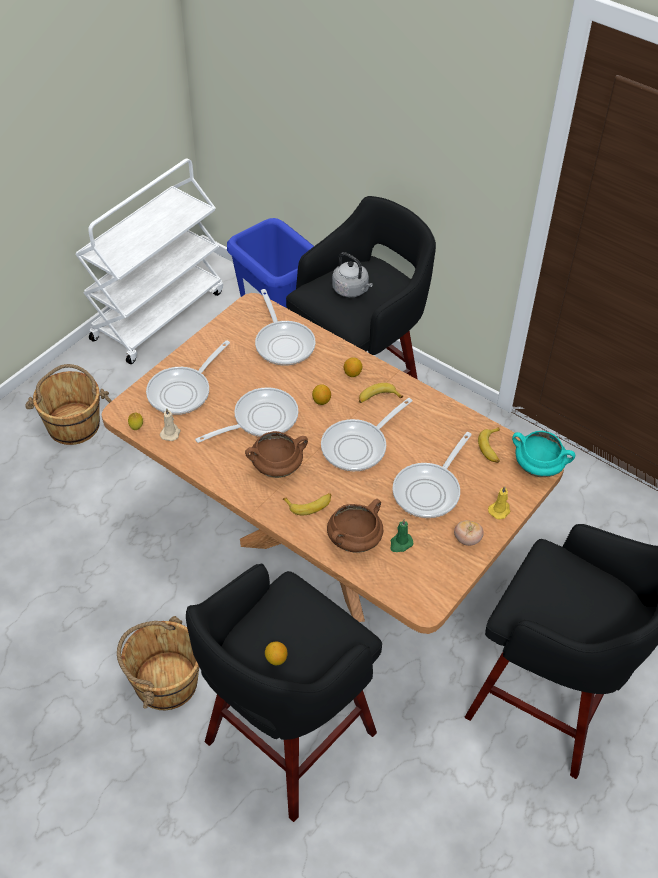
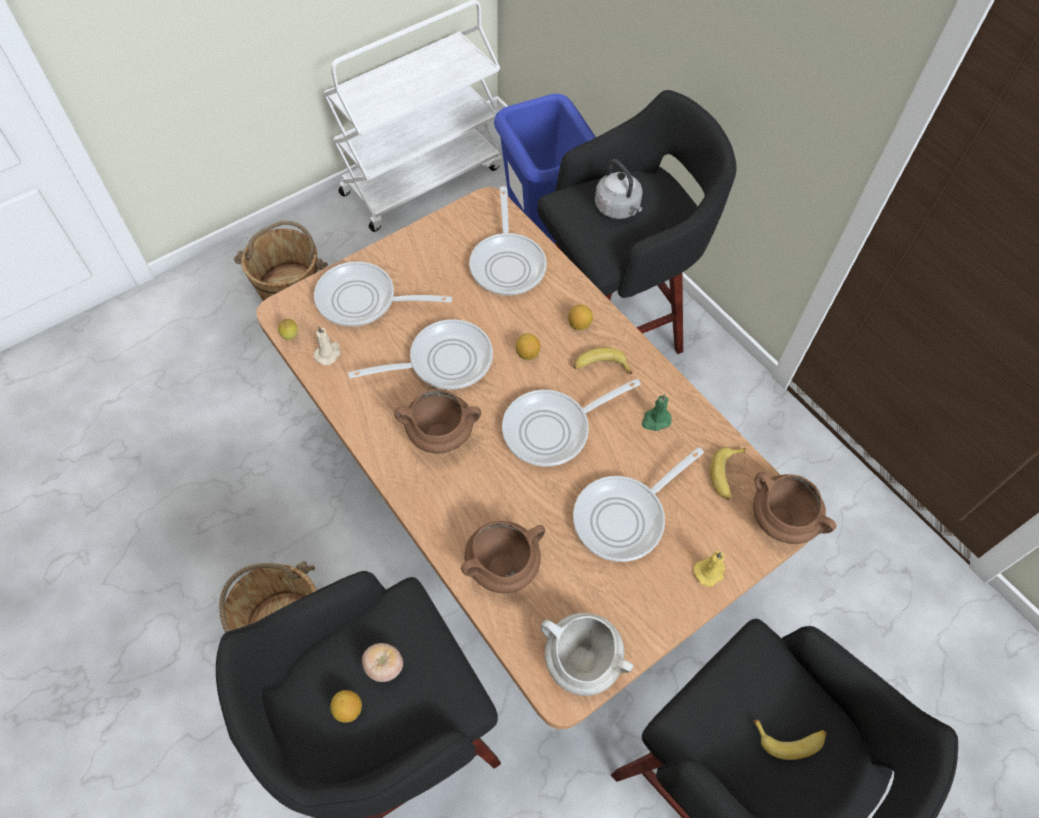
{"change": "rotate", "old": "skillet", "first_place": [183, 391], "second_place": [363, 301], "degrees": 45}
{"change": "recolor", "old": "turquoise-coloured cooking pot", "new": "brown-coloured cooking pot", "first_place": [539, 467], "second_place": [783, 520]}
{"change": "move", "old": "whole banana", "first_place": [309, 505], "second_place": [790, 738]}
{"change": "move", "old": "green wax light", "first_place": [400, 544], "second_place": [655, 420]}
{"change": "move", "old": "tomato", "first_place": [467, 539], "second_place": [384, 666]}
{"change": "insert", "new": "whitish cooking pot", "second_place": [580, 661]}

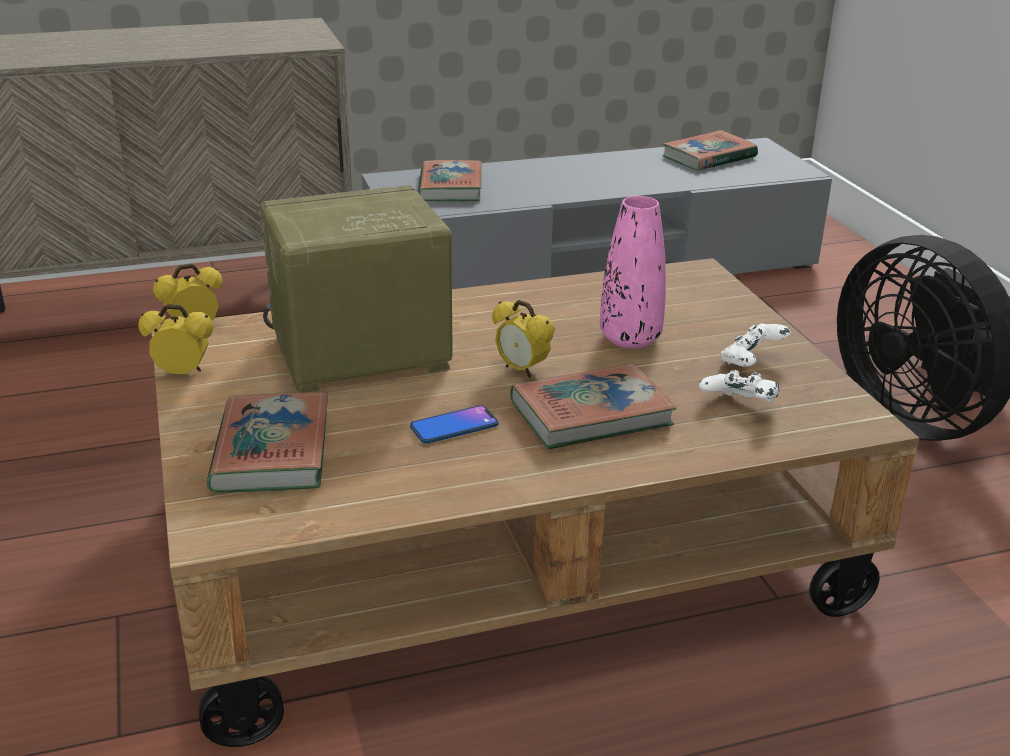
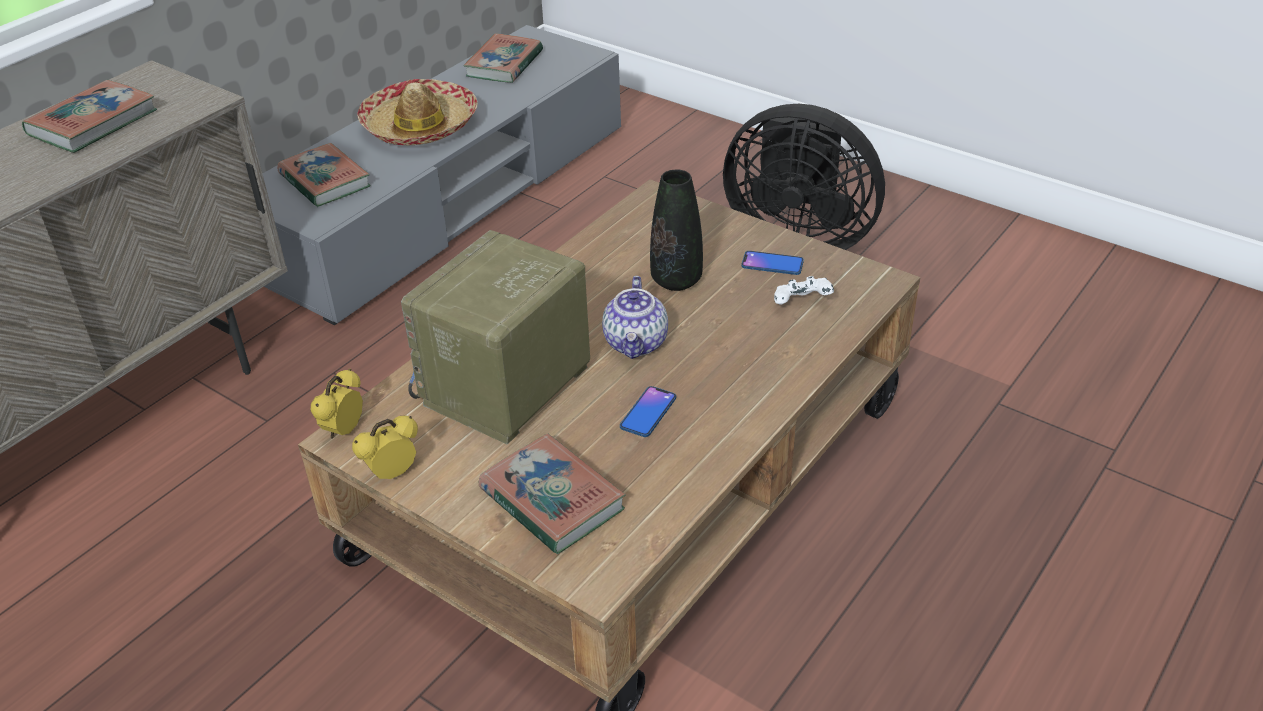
{"change": "recolor", "old": "pink-coloured flower vase", "new": "black-coloured flower vase", "first_place": [630, 339], "second_place": [676, 280]}
{"change": "replace", "old": "bedside clock", "new": "pot for tea", "first_place": [522, 370], "second_place": [637, 343]}
{"change": "replace", "old": "whitish gamepad", "new": "phone", "first_place": [751, 362], "second_place": [772, 264]}
{"change": "move", "old": "book", "first_place": [591, 414], "second_place": [93, 123]}
{"change": "insert", "new": "wearable hat", "second_place": [420, 126]}

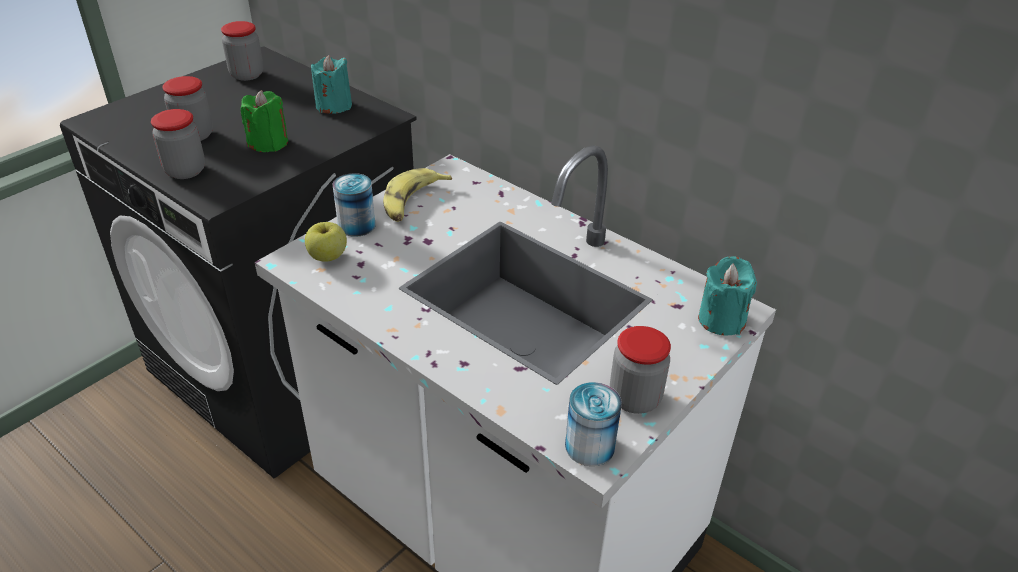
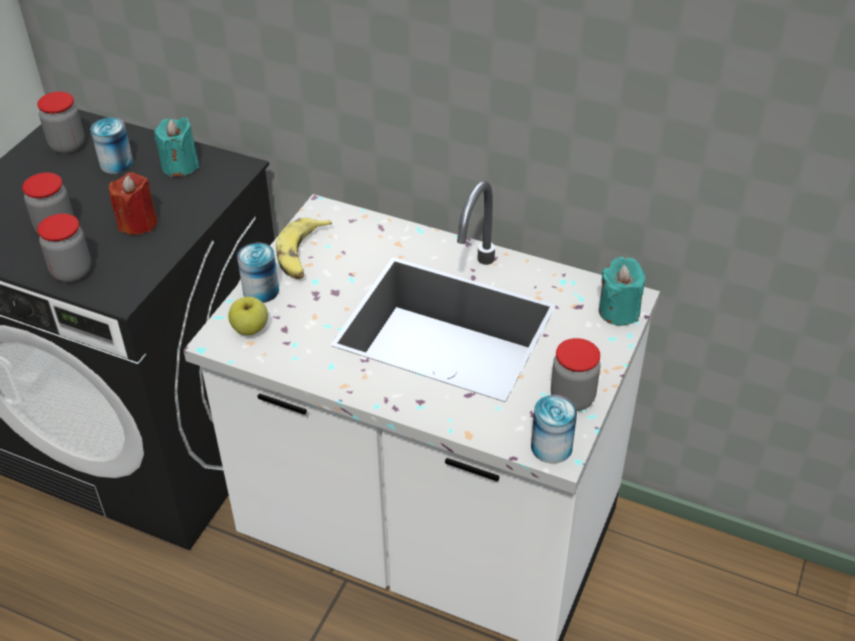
{"change": "recolor", "old": "green wax light", "new": "red-coloured wax light", "first_place": [268, 143], "second_place": [138, 223]}
{"change": "insert", "new": "can", "second_place": [116, 163]}

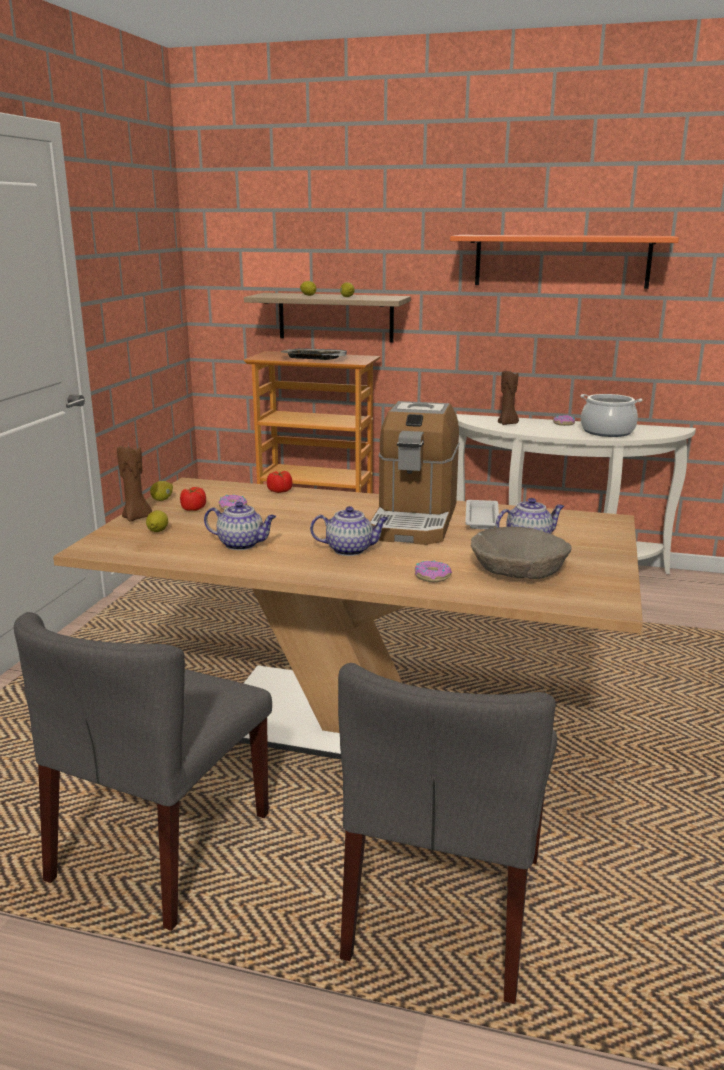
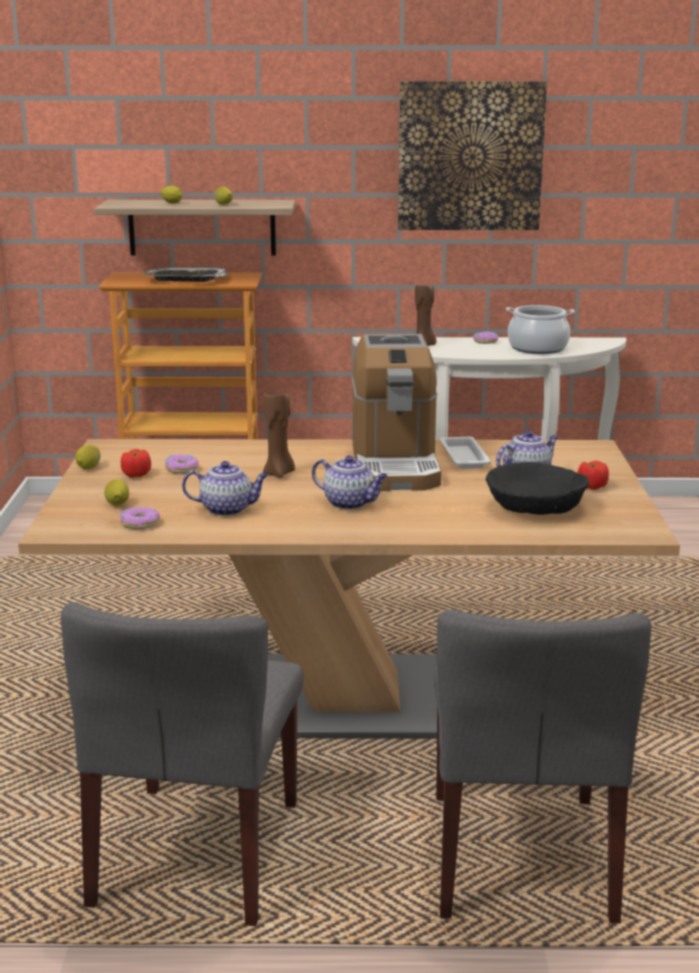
{"change": "replace", "old": "orangey shelf", "new": "wall art", "first_place": [561, 261], "second_place": [470, 156]}
{"change": "move", "old": "brown-coloured wax light", "first_place": [137, 518], "second_place": [279, 473]}
{"change": "move", "old": "tomato", "first_place": [279, 491], "second_place": [591, 487]}
{"change": "rotate", "old": "pot for tea", "first_place": [350, 550], "second_place": [350, 503], "degrees": 45}
{"change": "recolor", "old": "beige-coloured serving bowl", "new": "black-coloured serving bowl", "first_place": [518, 570], "second_place": [535, 507]}
{"change": "move", "old": "ring doughnut", "first_place": [432, 576], "second_place": [139, 523]}

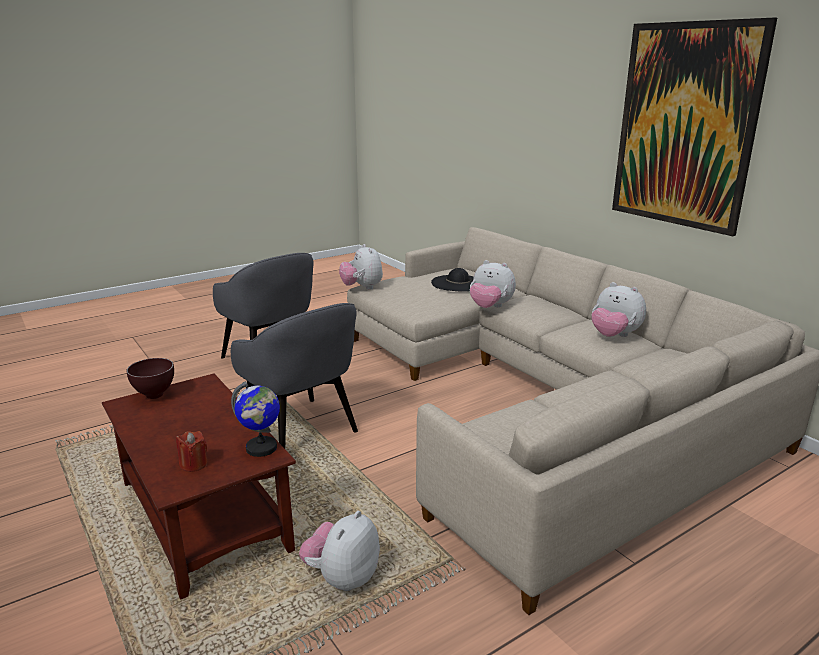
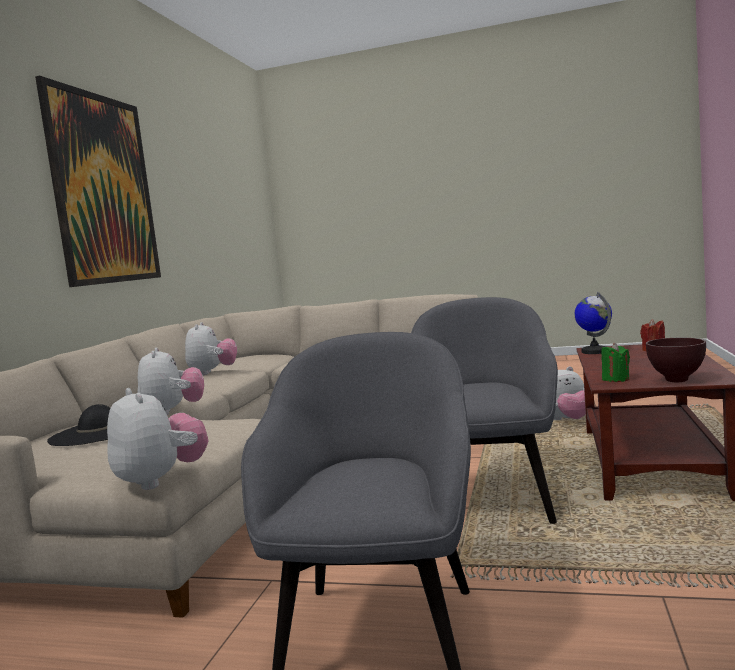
{"change": "rotate", "old": "plush toy", "first_place": [362, 288], "second_place": [161, 480], "degrees": -60}
{"change": "insert", "new": "green wax light", "second_place": [615, 379]}

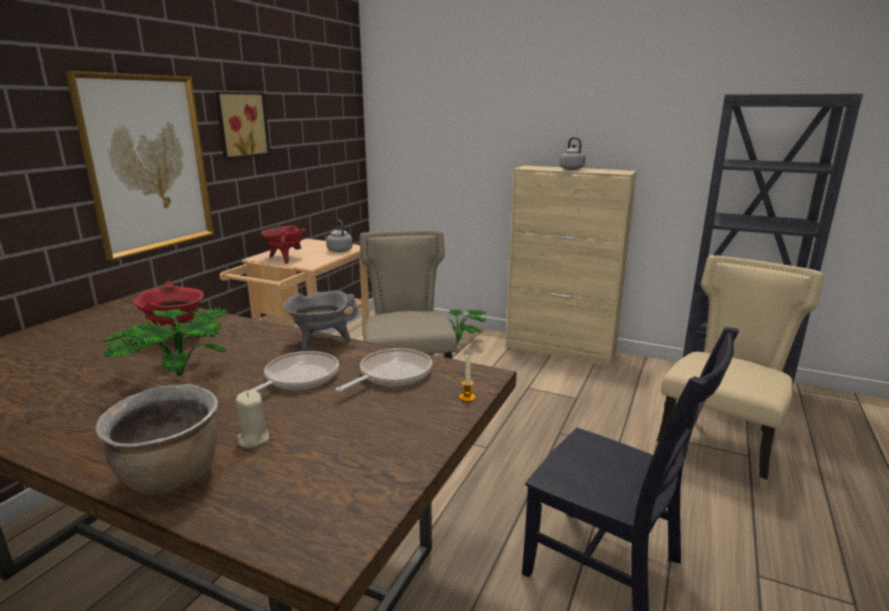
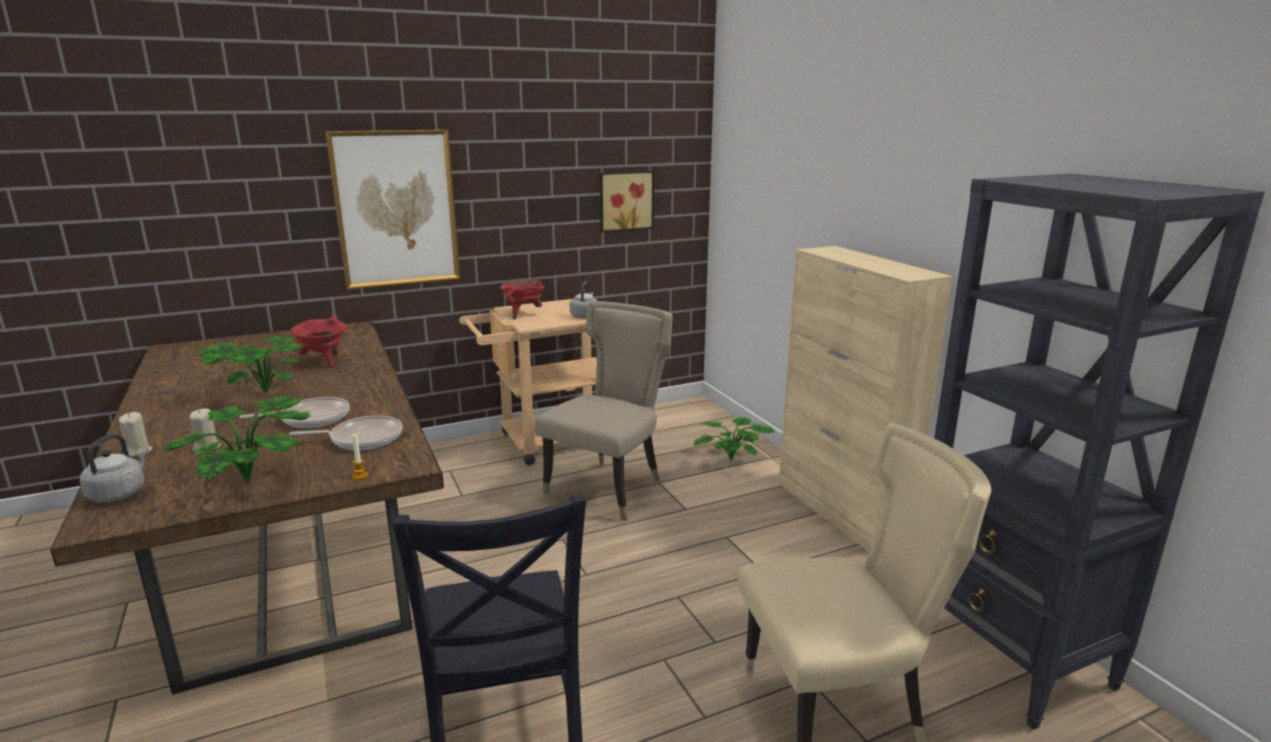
{"change": "move", "old": "wall art", "first_place": [240, 124], "second_place": [625, 201]}
{"change": "move", "old": "gray water kettle", "first_place": [570, 169], "second_place": [120, 493]}
{"change": "delete", "old": "gray cooking pot", "first_place": [321, 342]}
{"change": "replace", "old": "brown-coloured cooking pot", "new": "beige-coloured wax light", "first_place": [172, 478], "second_place": [138, 452]}
{"change": "insert", "new": "houseplant", "second_place": [255, 482]}

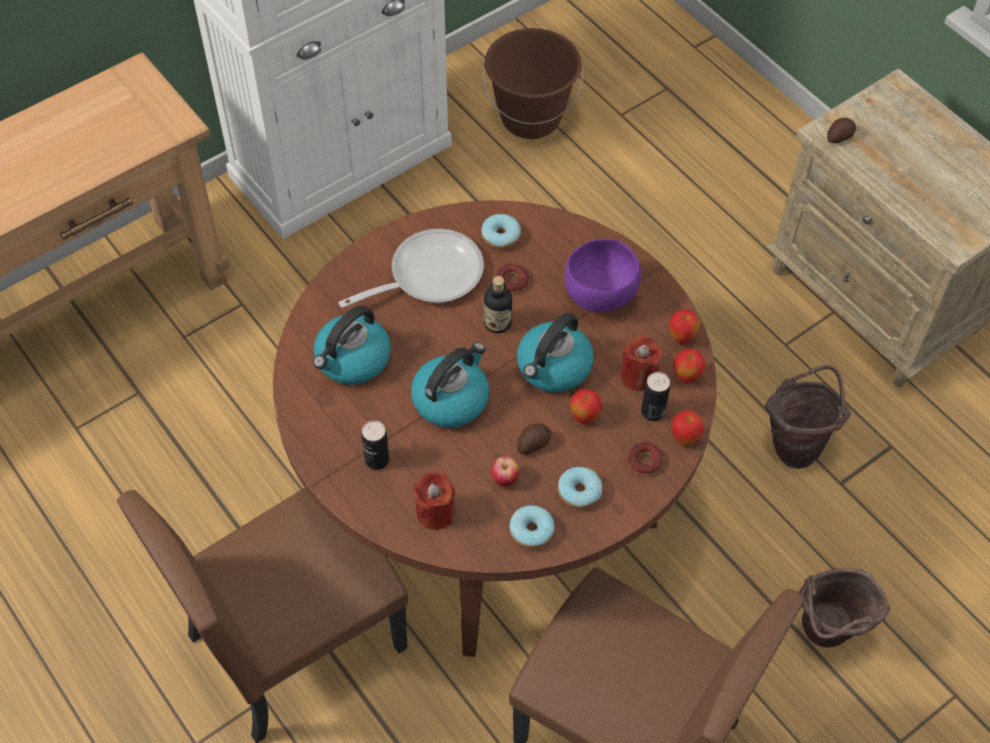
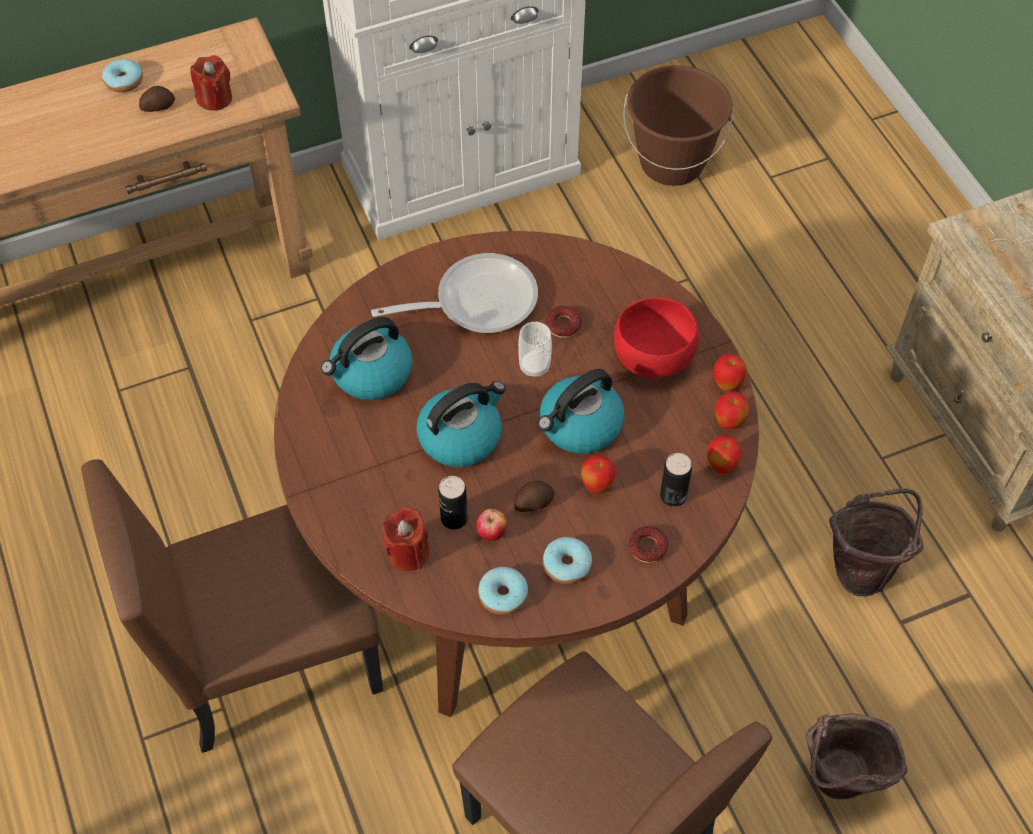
{"change": "move", "old": "potato", "first_place": [839, 136], "second_place": [158, 106]}
{"change": "move", "old": "ring doughnut", "first_place": [501, 236], "second_place": [124, 81]}
{"change": "recolor", "old": "purple-coloured serving bowl", "new": "red-coloured serving bowl", "first_place": [601, 297], "second_place": [654, 361]}
{"change": "replace", "old": "beverage bottle", "new": "drinking cup", "first_place": [497, 323], "second_place": [534, 366]}
{"change": "move", "old": "red-coloured wax light", "first_place": [638, 375], "second_place": [215, 98]}
{"change": "move", "old": "whole apple", "first_place": [685, 438], "second_place": [727, 385]}
{"change": "move", "old": "can", "first_place": [377, 459], "second_place": [454, 518]}

